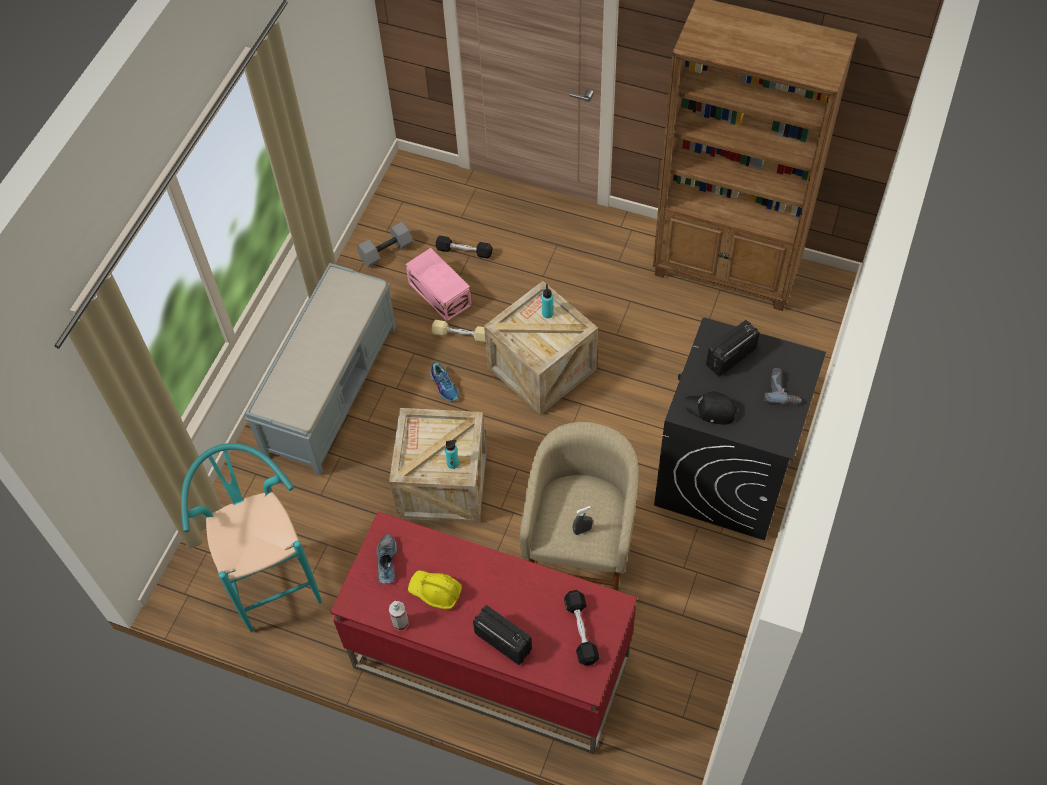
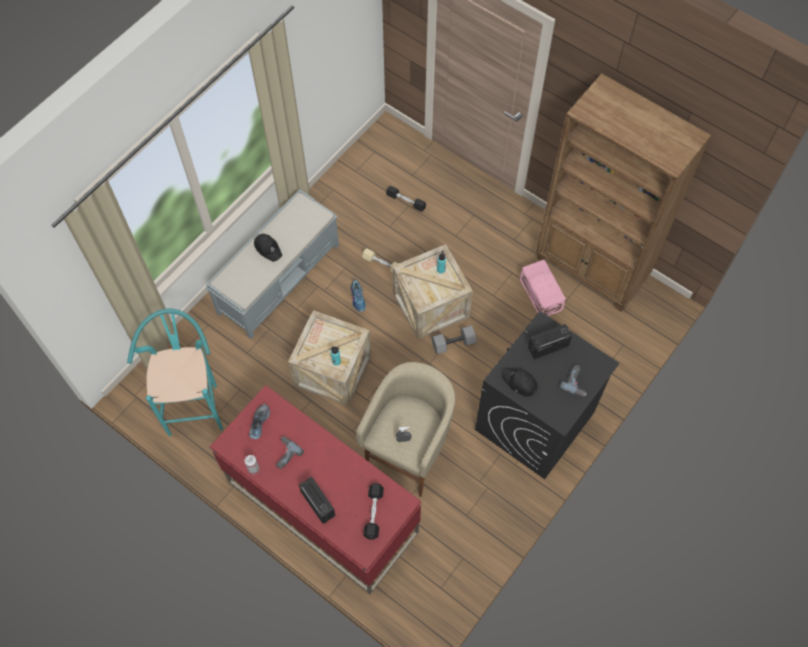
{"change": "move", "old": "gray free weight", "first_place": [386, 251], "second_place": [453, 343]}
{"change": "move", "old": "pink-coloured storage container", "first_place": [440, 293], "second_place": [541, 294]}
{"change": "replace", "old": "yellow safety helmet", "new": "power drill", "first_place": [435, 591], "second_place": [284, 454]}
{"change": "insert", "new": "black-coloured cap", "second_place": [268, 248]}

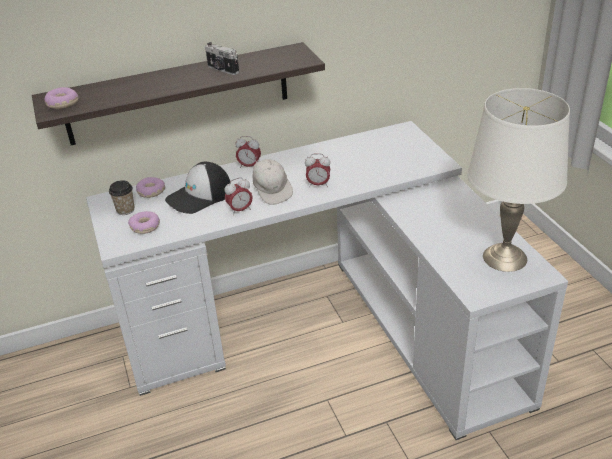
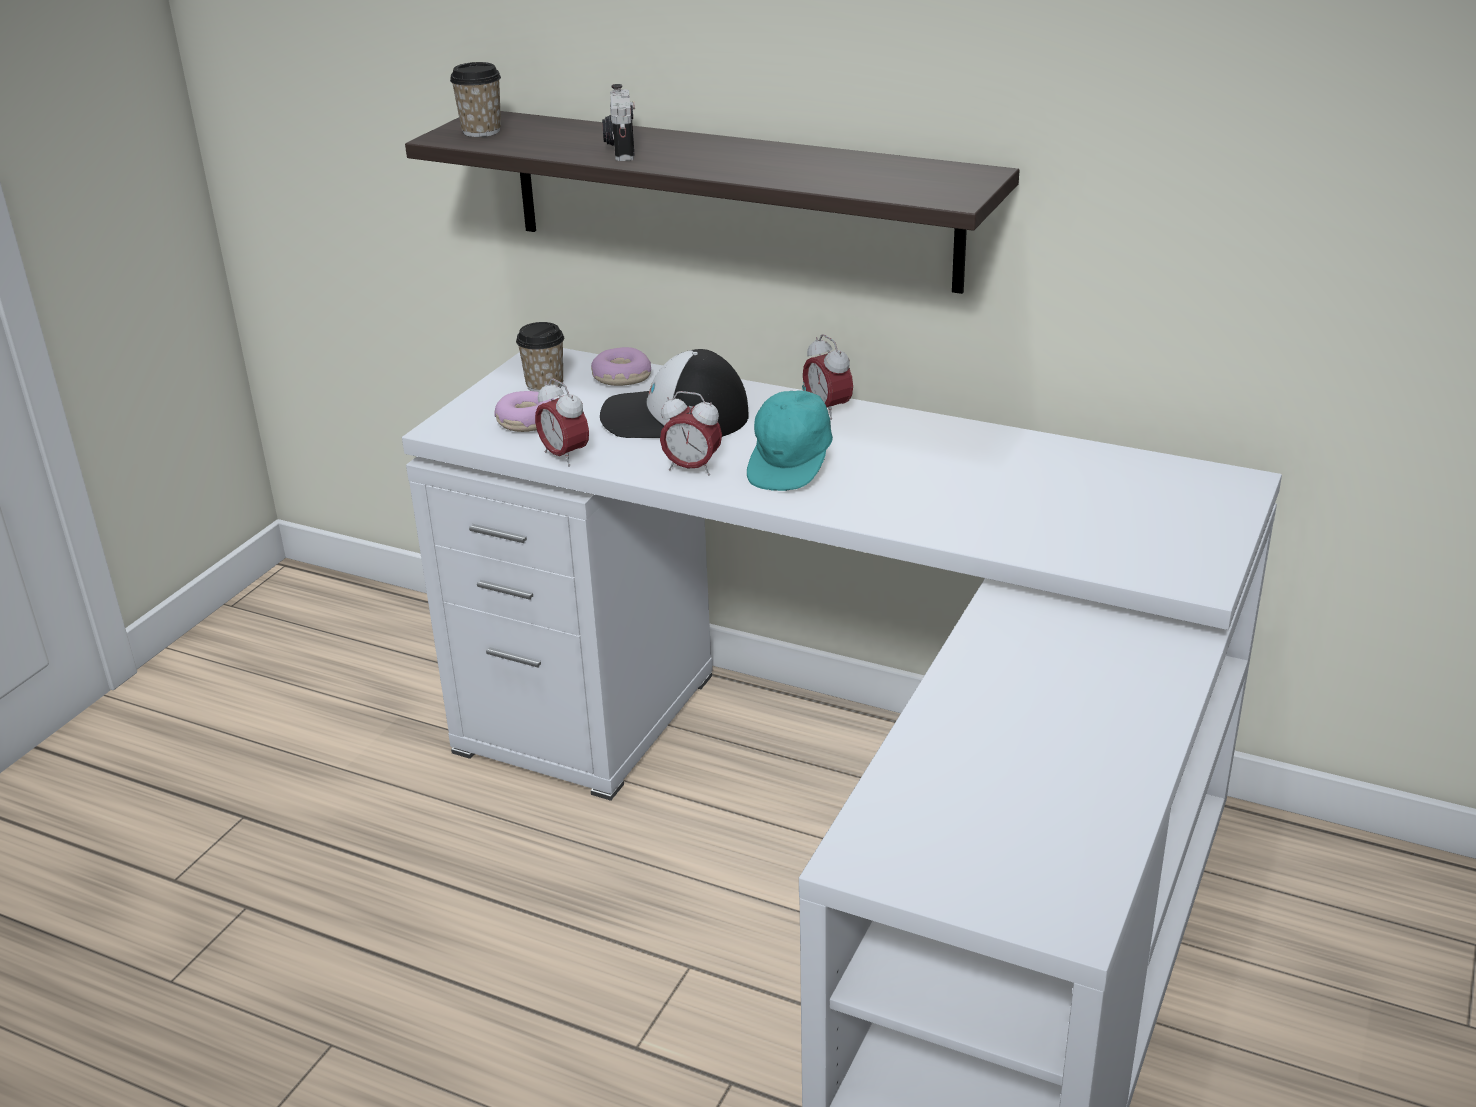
{"change": "move", "old": "still camera", "first_place": [222, 70], "second_place": [620, 148]}
{"change": "replace", "old": "ring doughnut", "new": "drinking cup", "first_place": [62, 103], "second_place": [481, 131]}
{"change": "delete", "old": "whitish table lamp", "first_place": [504, 257]}
{"change": "move", "old": "bedside clock", "first_place": [318, 185], "second_place": [564, 456]}
{"change": "recolor", "old": "whitish cap", "new": "turquoise-coloured cap", "first_place": [272, 191], "second_place": [792, 466]}

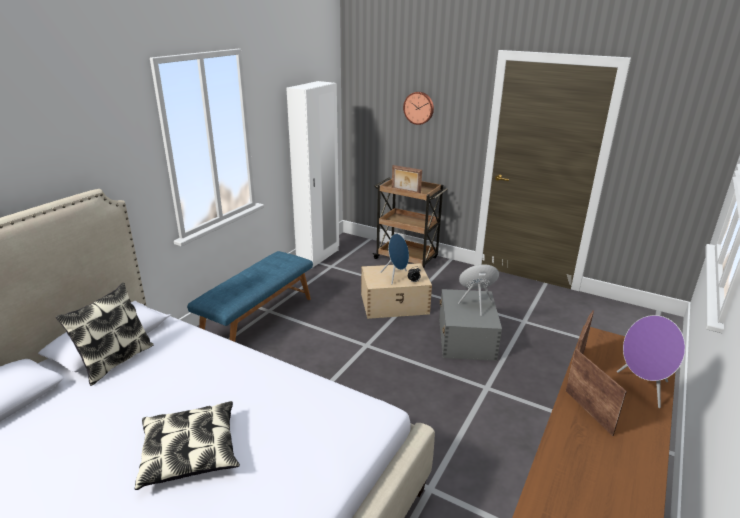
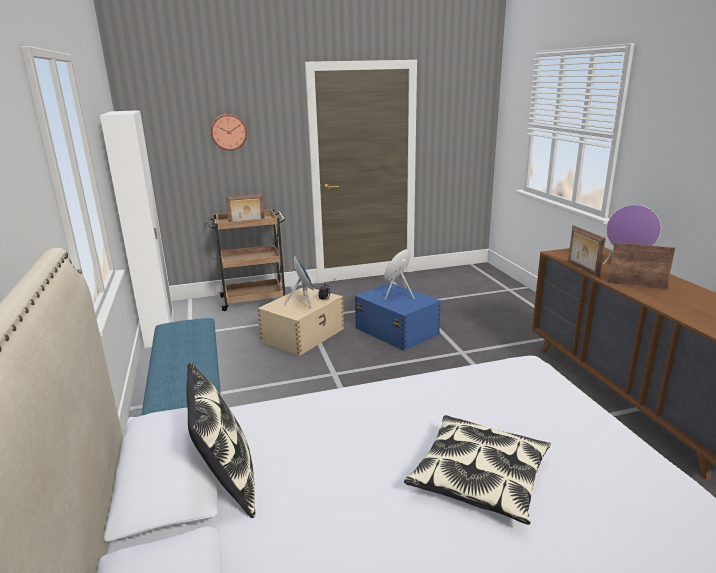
{"change": "recolor", "old": "gray storage container", "new": "bluish storage container", "first_place": [466, 337], "second_place": [396, 330]}

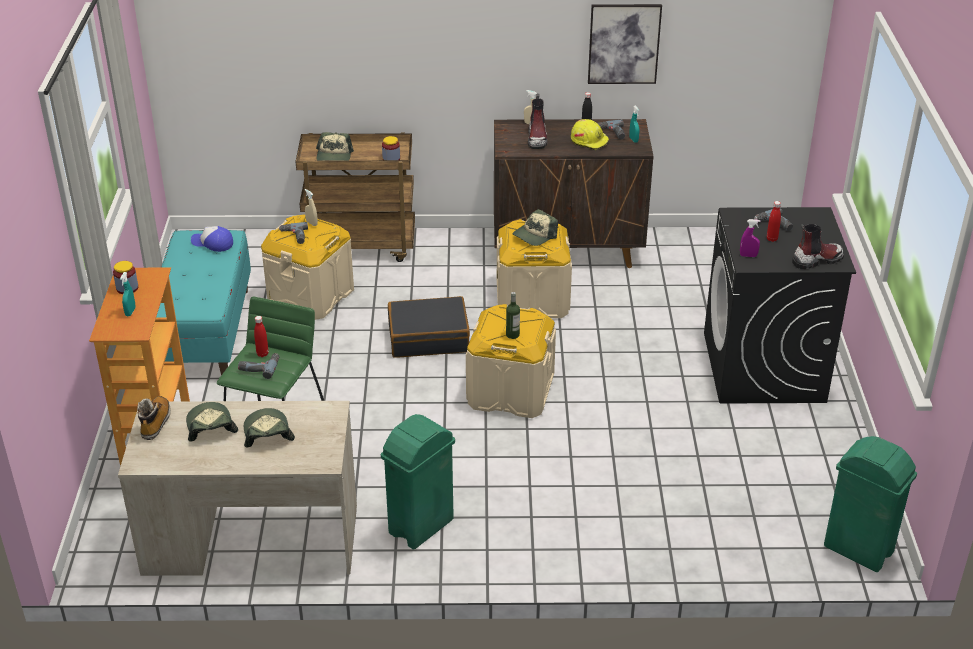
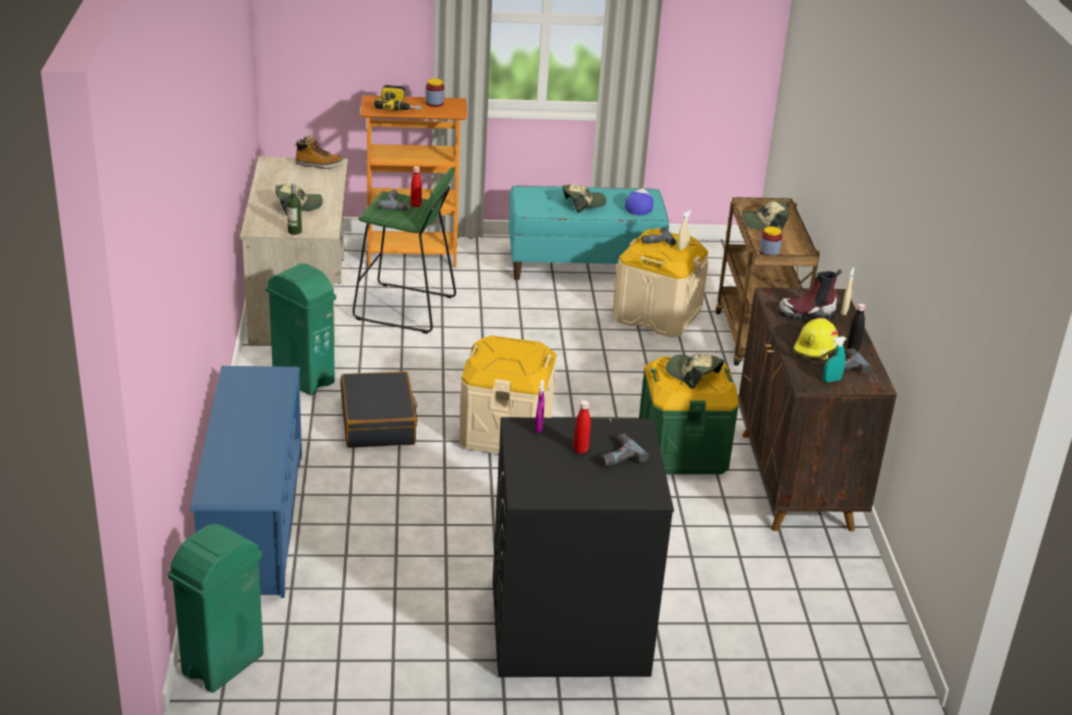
{"change": "delete", "old": "wall art", "first_place": [624, 43]}
{"change": "recolor", "old": "beige-coloured storage container", "new": "green storage container", "first_place": [532, 299], "second_place": [682, 451]}
{"change": "delete", "old": "boot", "first_place": [816, 260]}
{"change": "replace", "old": "turquoise-coloured hand sprayer", "new": "power drill", "first_place": [130, 312], "second_place": [400, 106]}
{"change": "move", "old": "beverage bottle", "first_place": [512, 335], "second_place": [294, 231]}
{"change": "move", "old": "black-coloured suitcase", "first_place": [428, 337], "second_place": [378, 422]}
{"change": "move", "old": "cap", "first_place": [210, 426], "second_place": [583, 203]}
{"change": "insert", "new": "bluish shoe rack", "second_place": [254, 521]}

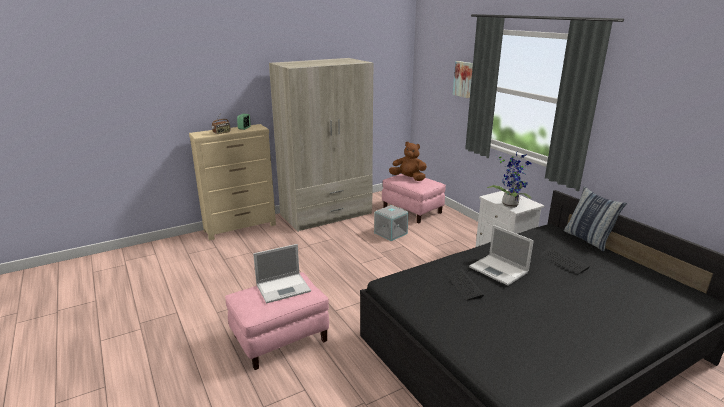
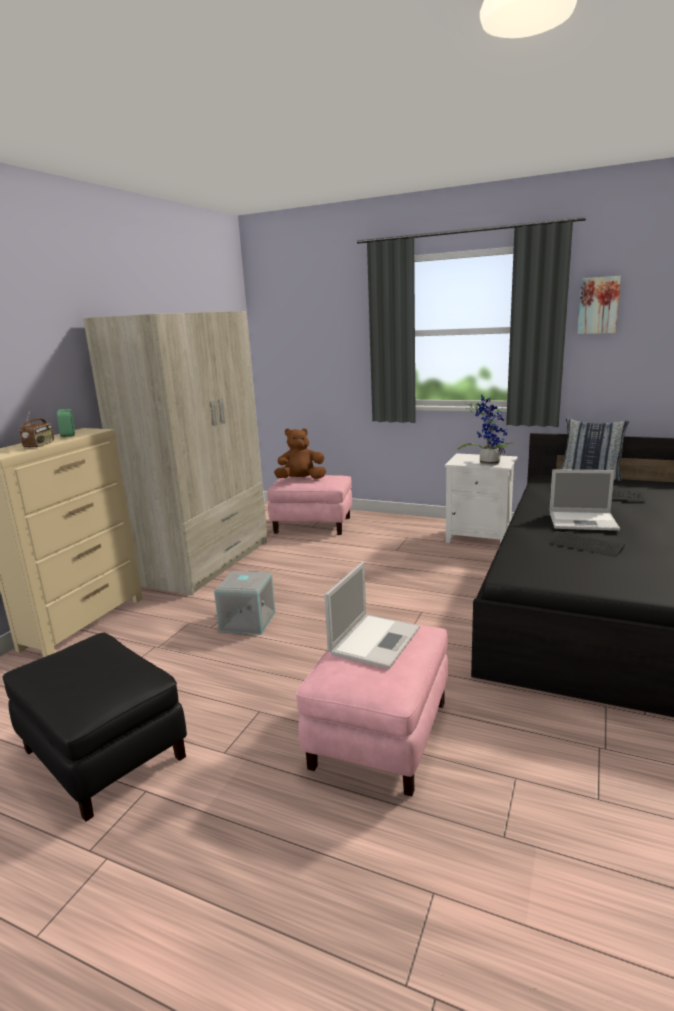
{"change": "move", "old": "wall art", "first_place": [463, 79], "second_place": [598, 305]}
{"change": "move", "old": "gray storage container", "first_place": [390, 233], "second_place": [247, 621]}
{"change": "insert", "new": "black-coloured ottoman", "second_place": [103, 754]}

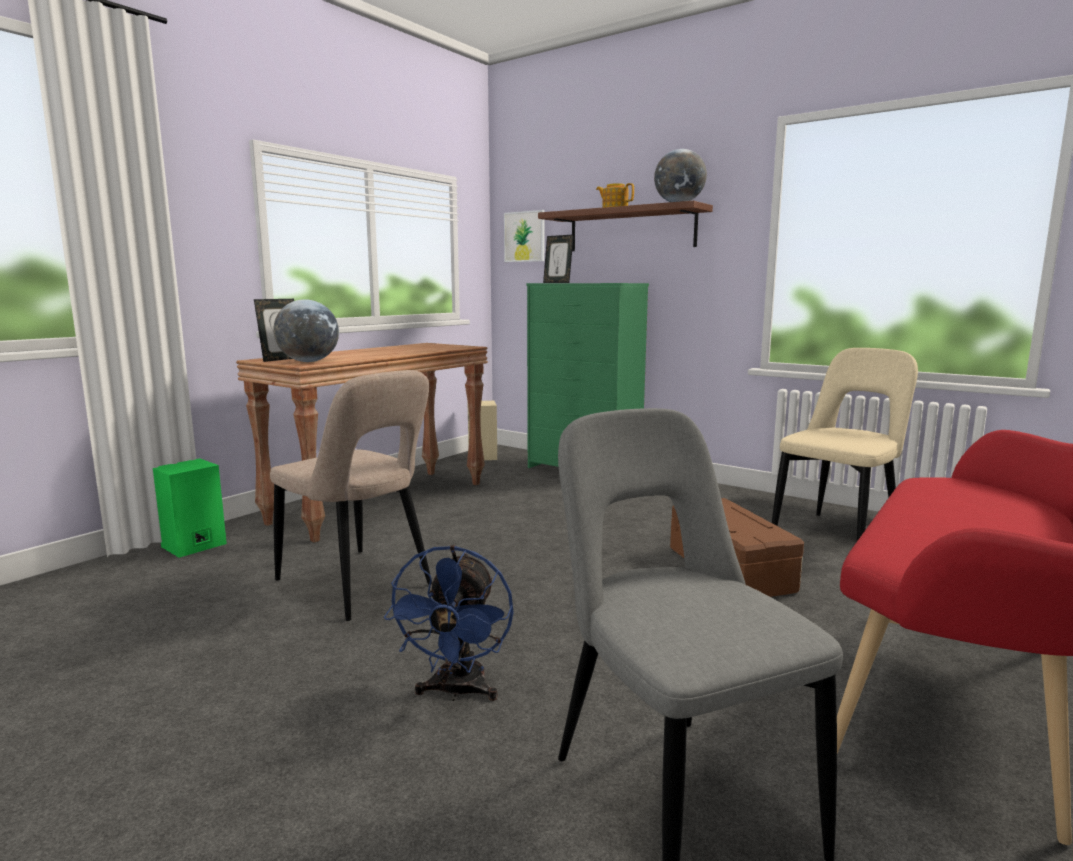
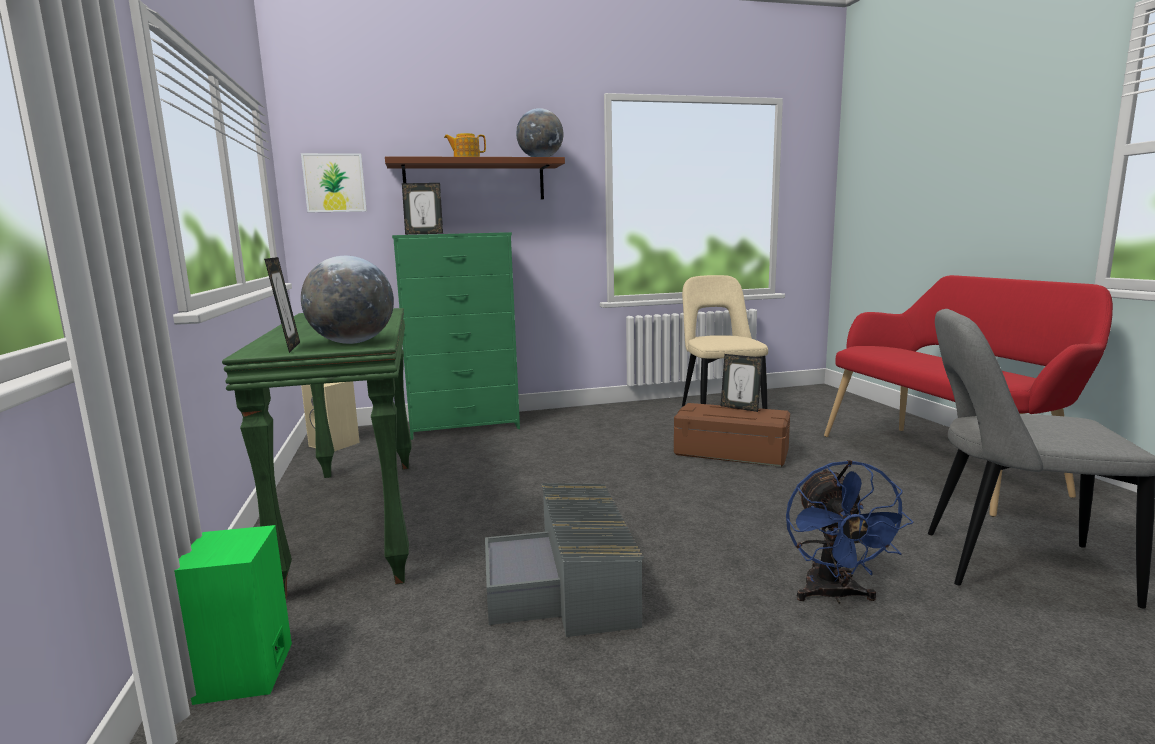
{"change": "recolor", "old": "brown-coloured narrow table", "new": "green narrow table", "first_place": [381, 502], "second_place": [355, 519]}
{"change": "replace", "old": "beige-coloured chair", "new": "gray storage container", "first_place": [358, 585], "second_place": [567, 586]}
{"change": "rotate", "old": "bluish fan", "first_place": [457, 692], "second_place": [833, 595], "degrees": 45}
{"change": "insert", "new": "standing frame", "second_place": [740, 408]}

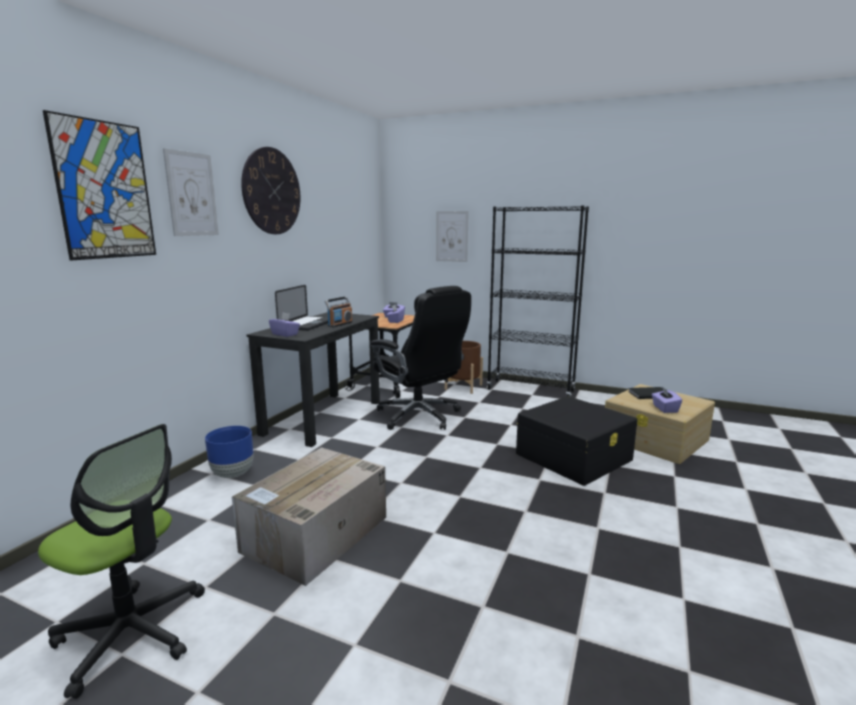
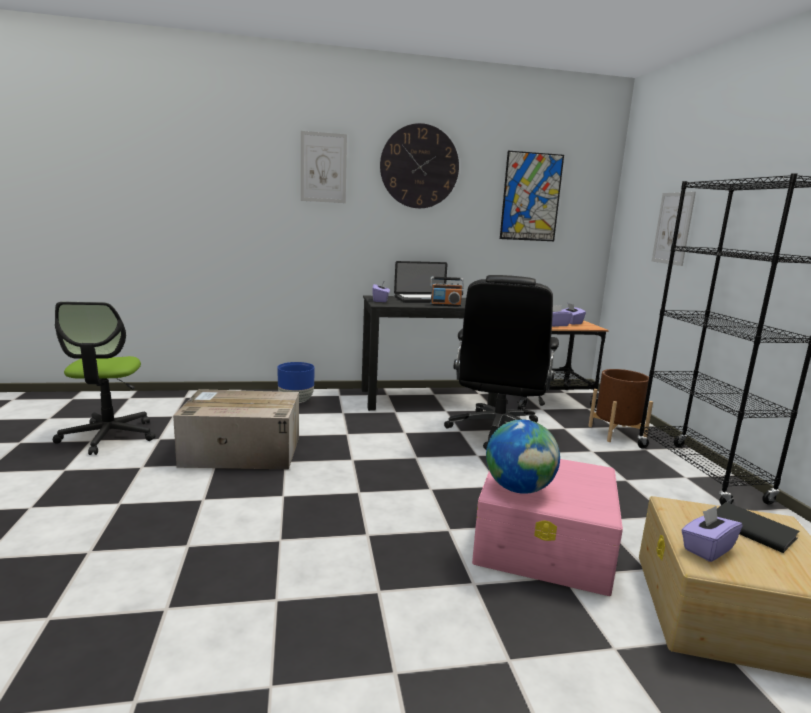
{"change": "move", "old": "wall art", "first_place": [105, 190], "second_place": [531, 197]}
{"change": "recolor", "old": "black-coloured storage container", "new": "pink-coloured storage container", "first_place": [574, 456], "second_place": [544, 543]}
{"change": "insert", "new": "globe", "second_place": [518, 489]}

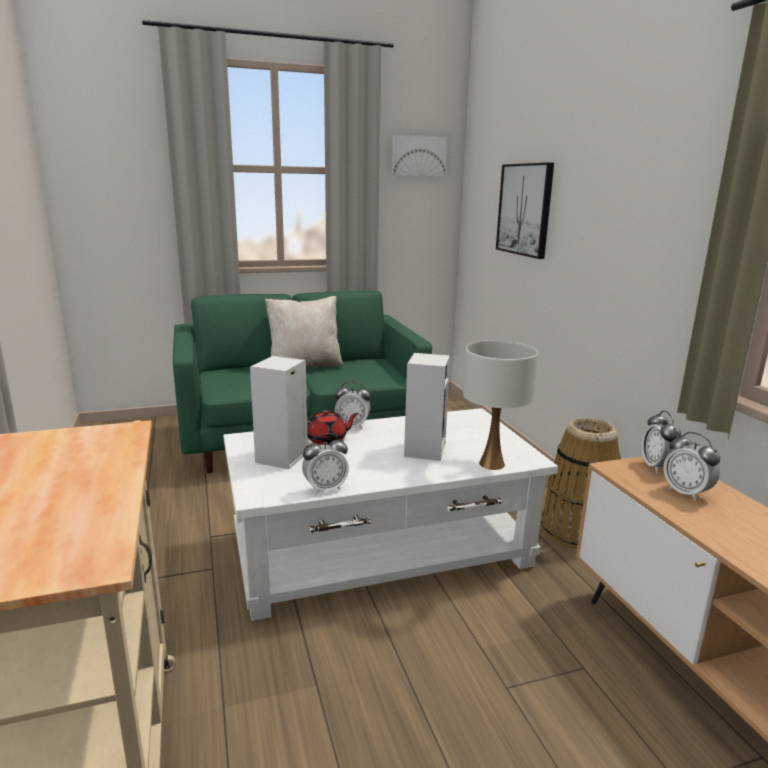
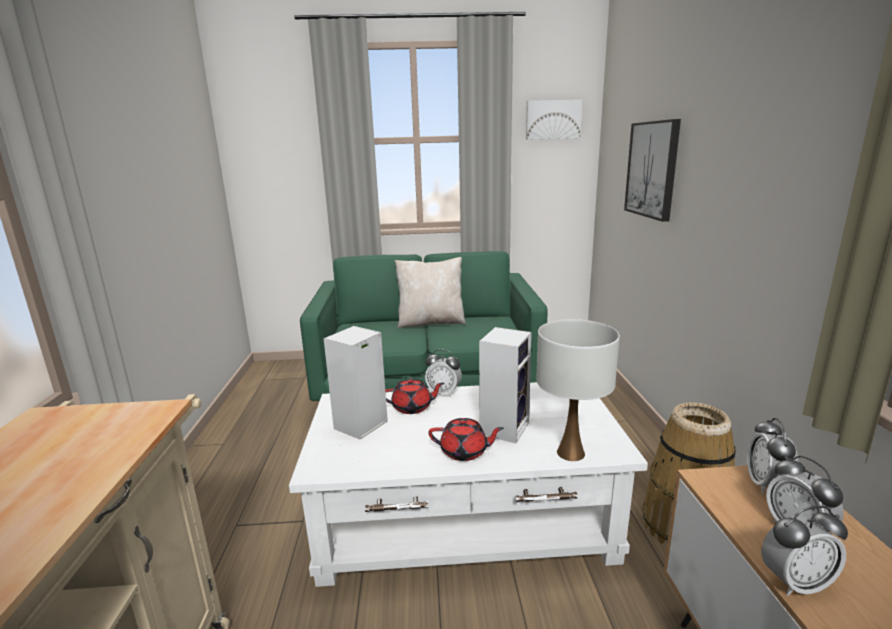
{"change": "move", "old": "bedside clock", "first_place": [325, 489], "second_place": [795, 583]}
{"change": "insert", "new": "red-coloured pot for tea", "second_place": [465, 452]}

